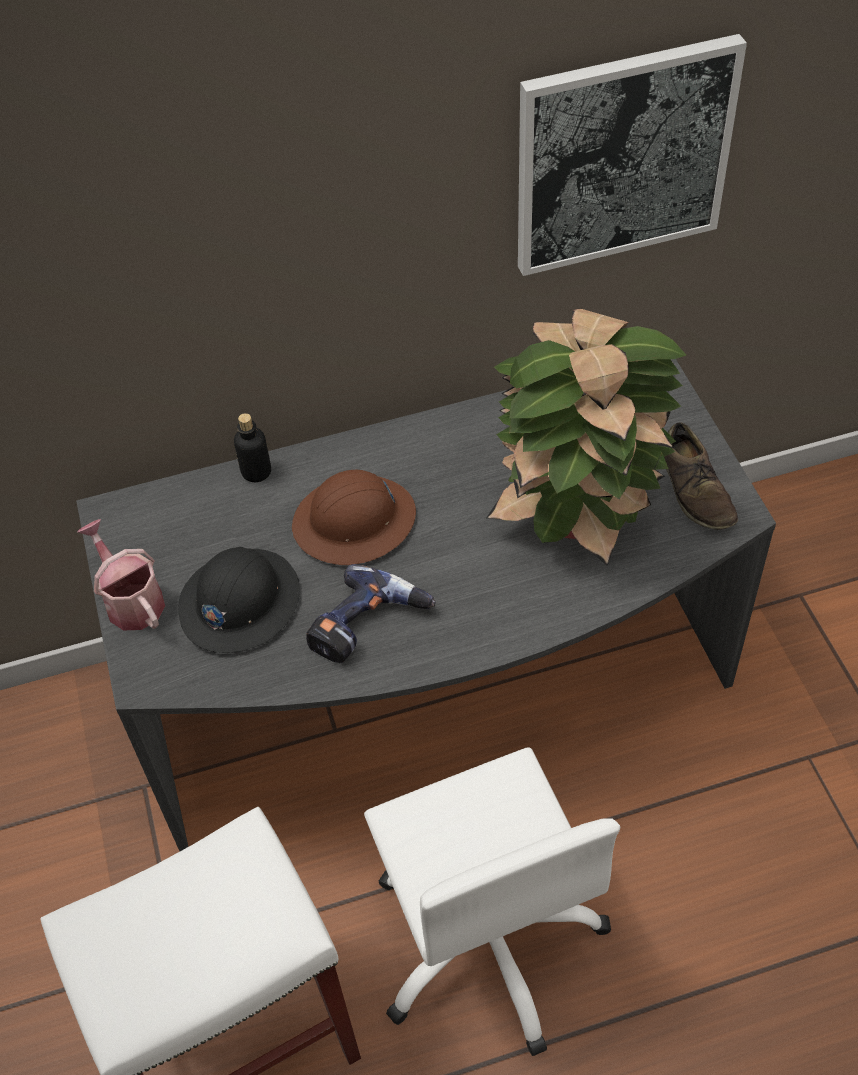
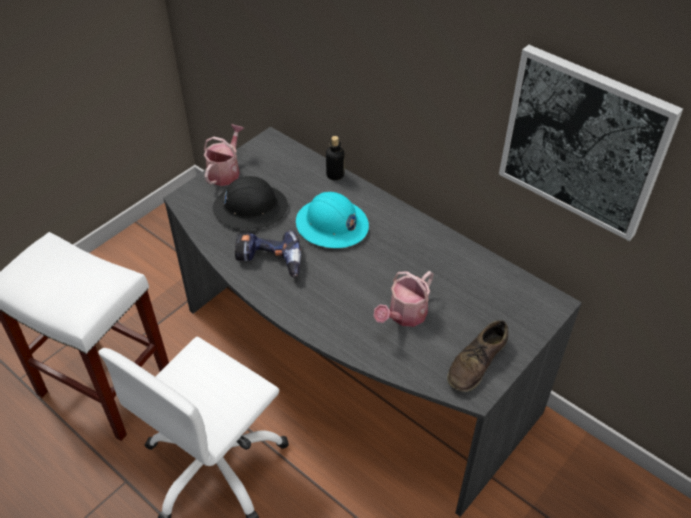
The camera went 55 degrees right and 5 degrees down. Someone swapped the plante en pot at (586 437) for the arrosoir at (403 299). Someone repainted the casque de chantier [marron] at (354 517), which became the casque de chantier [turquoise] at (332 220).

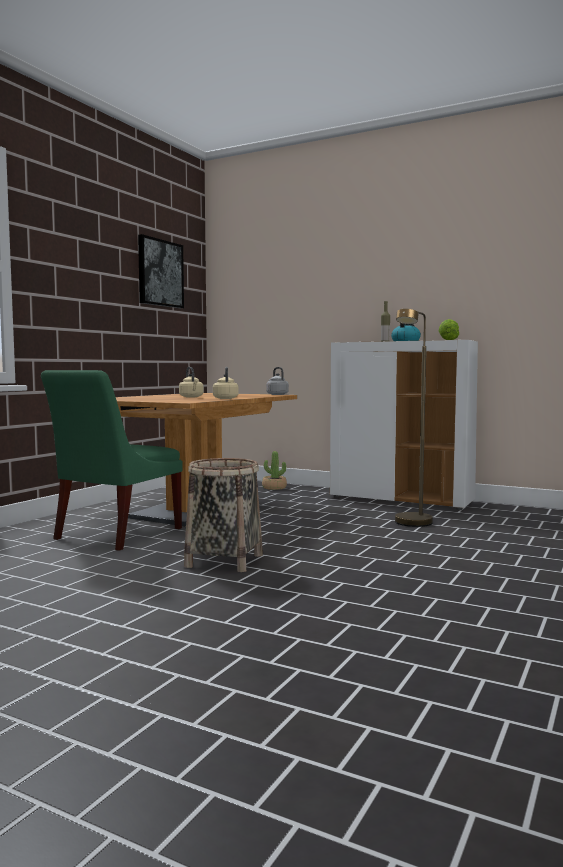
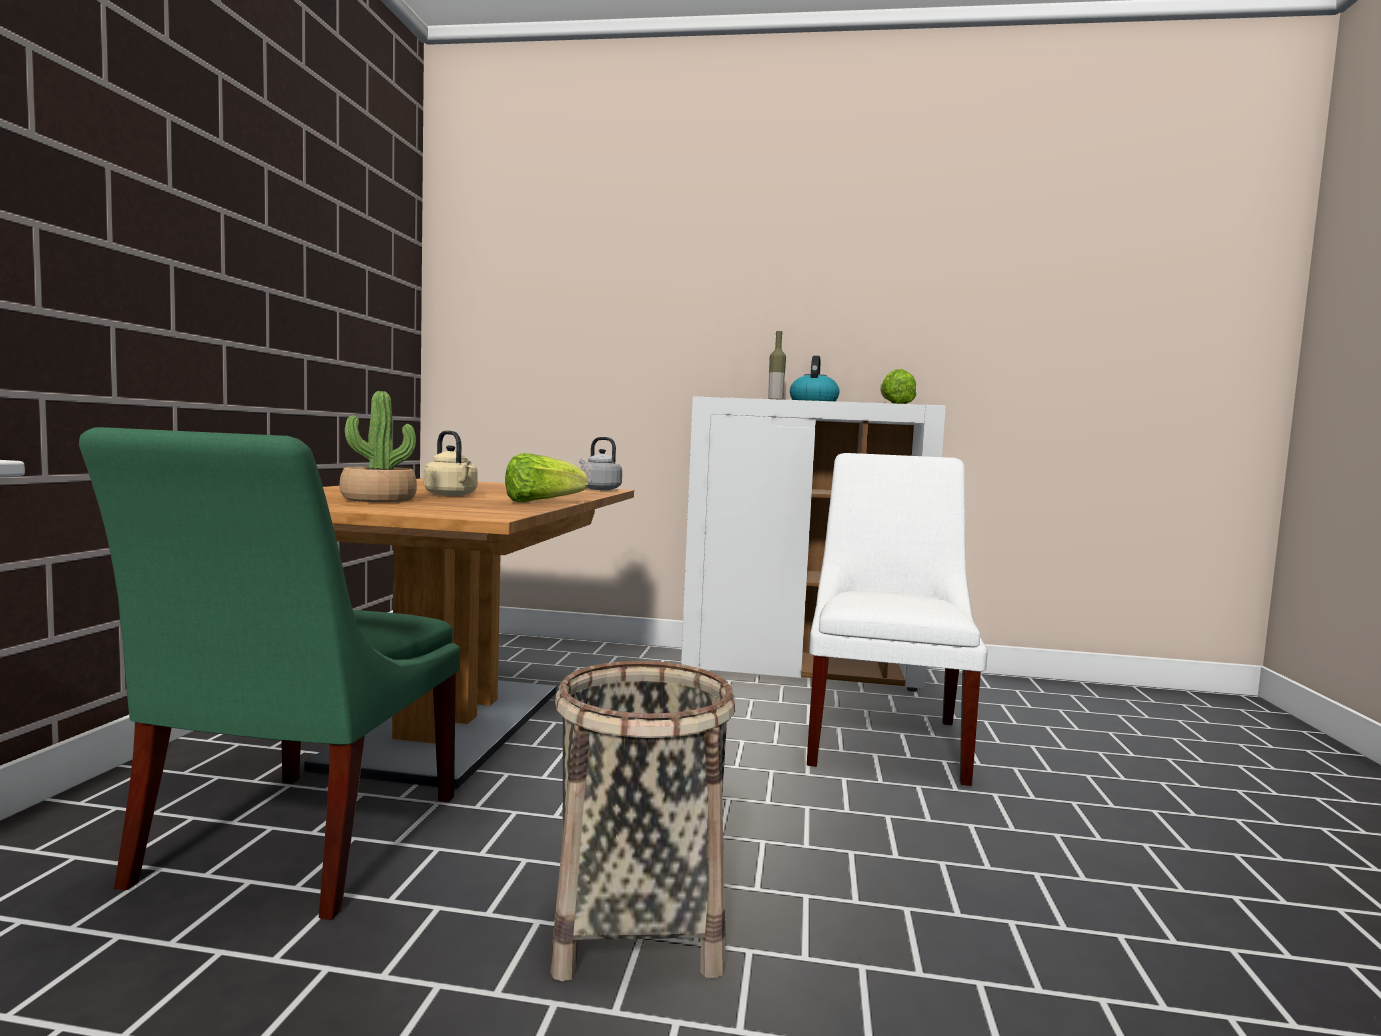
The camera went 20 degrees left and 0 degrees up. Someone took away the tableau at (161 271). Someone carried the plante en pot from (274 470) to (378 446). Someone swapped the bouilloire [beige] at (225 383) for the laitue at (546 478). Someone swapped the lampadaire [marron] at (414 418) for the chaise [blanc] at (897 619).

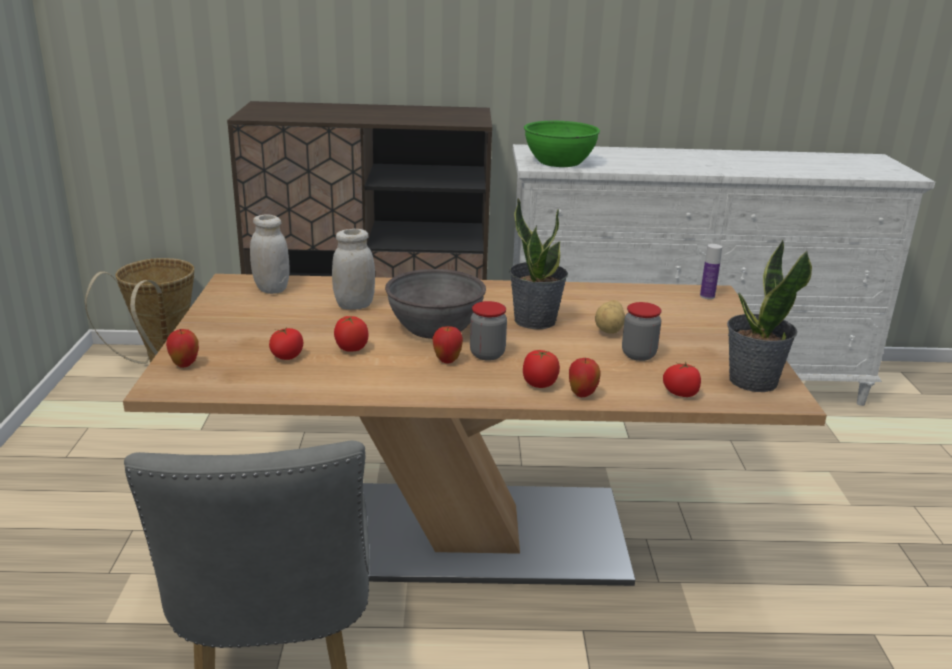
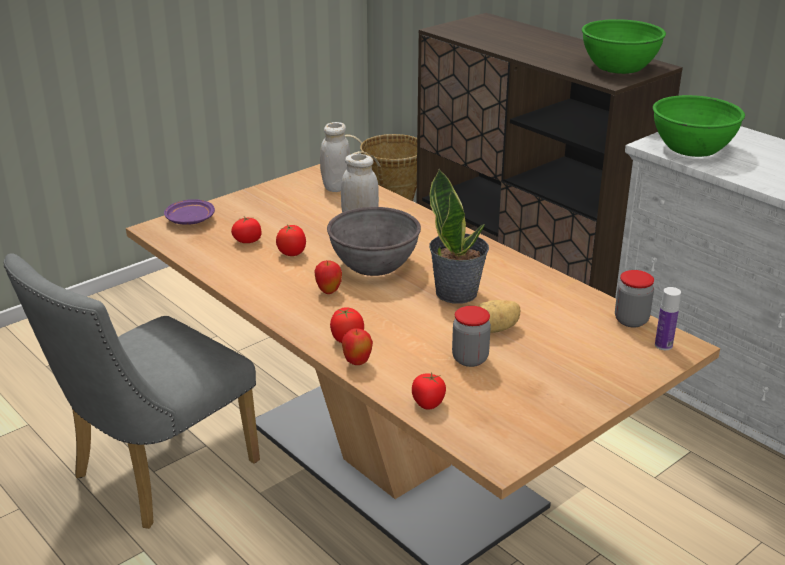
The camera went 50 degrees right and 5 degrees up. Someone took away the plante en pot at (769 315). Someone put down the bol [vert] at (624 46). Someone carried the bocal from (488 331) to (634 298). Someone swapped the pomme at (182 348) for the assiette [violet] at (189 212).

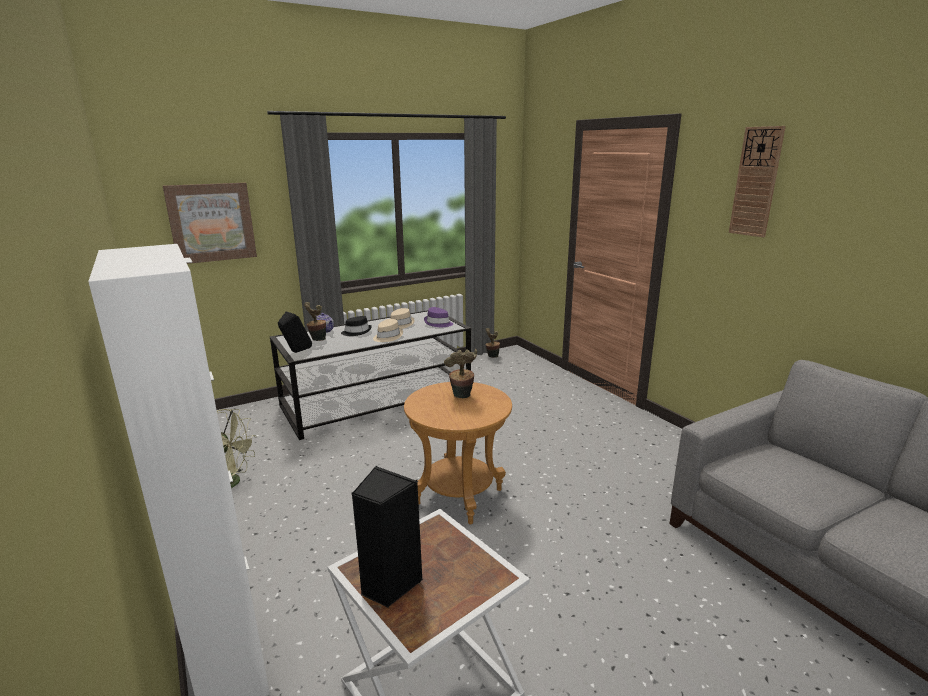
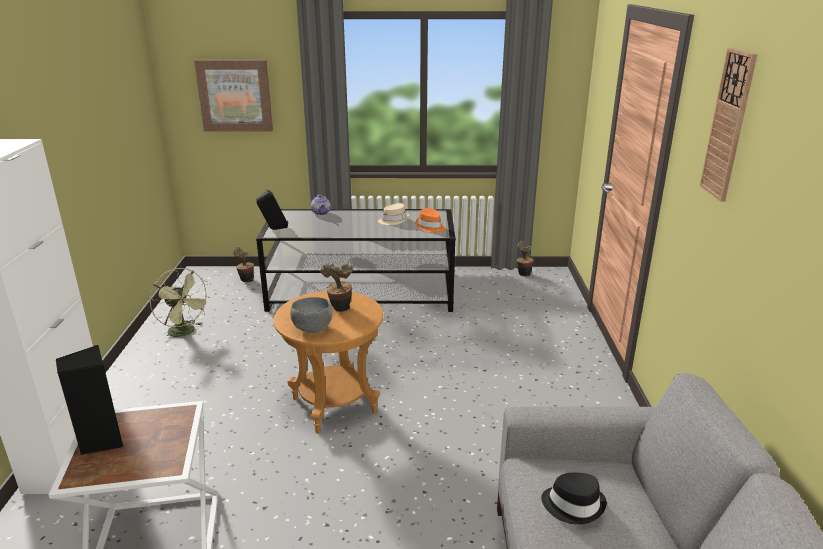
The camera went 30 degrees right and 5 degrees up. Someone took away the chapeau [beige] at (388 330). Someone put down the bol [gris] at (311 315). Someone carried the plante en pot from (315 321) to (243 265). Someone carried the chapeau [noir] from (356 326) to (574 498). Someone repainted the chapeau [violet] at (438 317), which became the chapeau [orange] at (430 220).

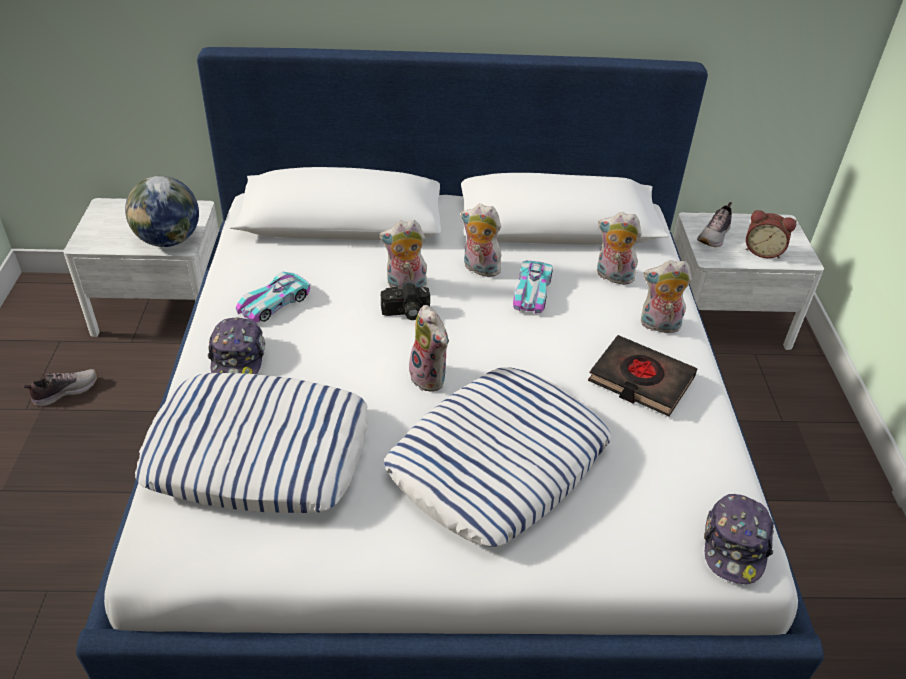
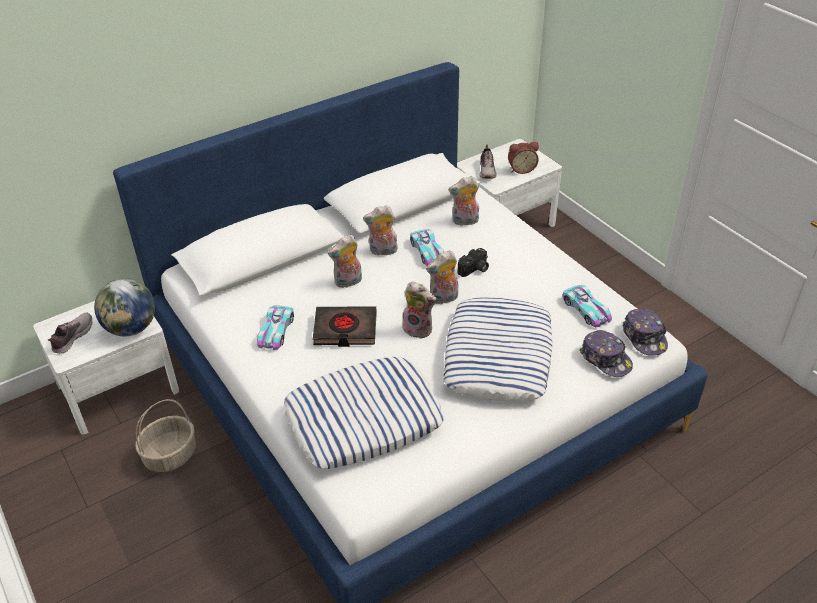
The camera went 30 degrees left and 0 degrees up. Someone put down the panier at (165 435). Someone put down the petite voiture at (587 306). Someone carried the chaussure from (60 388) to (70 333). Someone carried the casquette from (236 346) to (606 353). Someone carried the appareil photo from (405 302) to (473 262). Someone carried the livre [noir] from (643 375) to (345 326). Someone carried the peluche from (666 296) to (442 277).

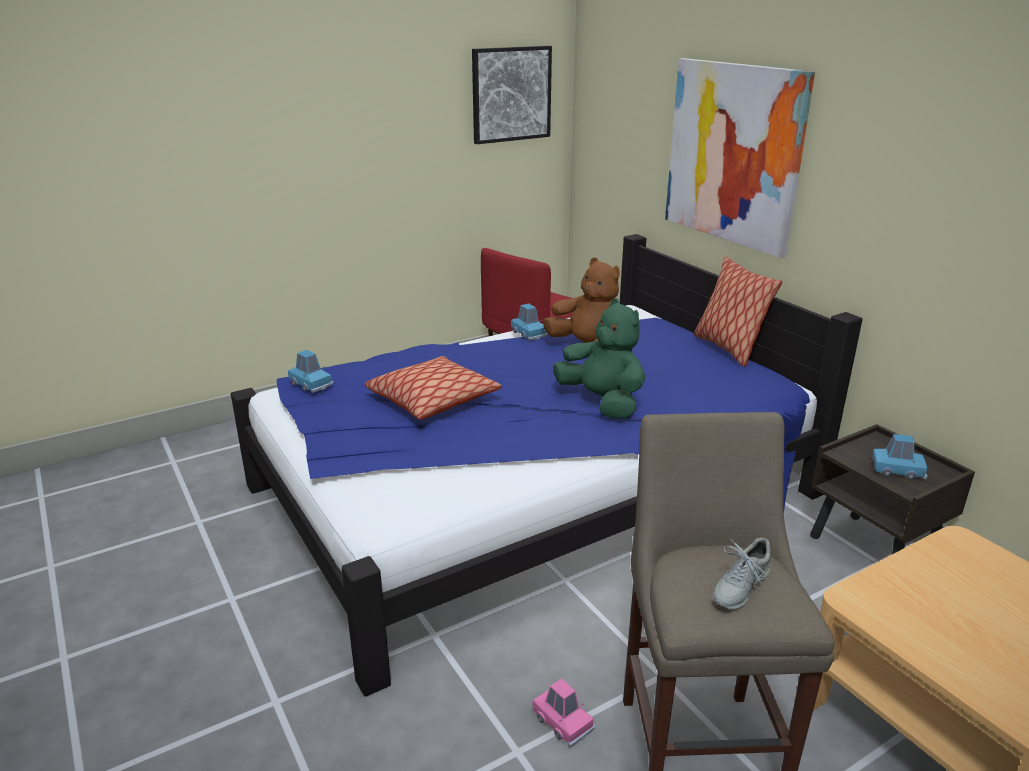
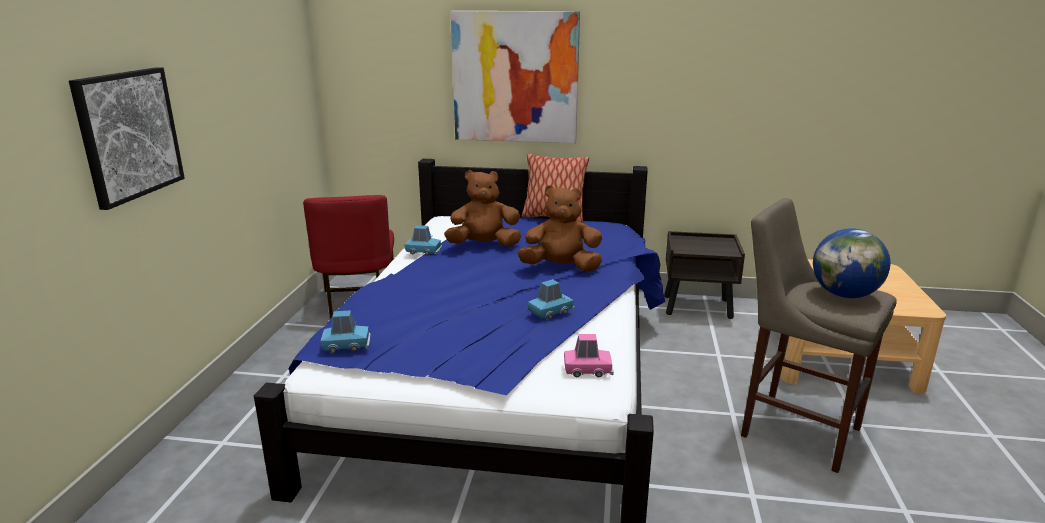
The camera went 50 degrees left and 5 degrees down. Someone took away the coussin at (433 388). Someone carried the tableau from (512 95) to (127 138). Someone carried the petite voiture [rose] from (564 713) to (589 355). Someone carried the petite voiture [bleu] from (900 456) to (551 299). Someone swapped the chaussure [gris] at (742 574) for the globe at (852 263). Someone repainted the peluche [vert] at (599 358), which became the peluche [marron] at (559 228).

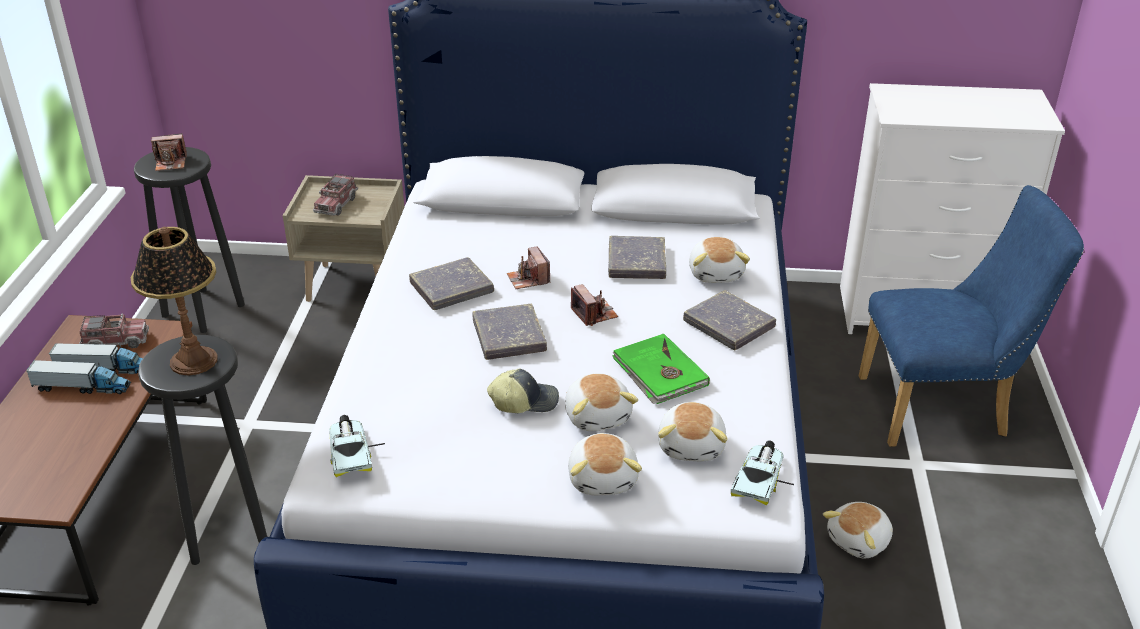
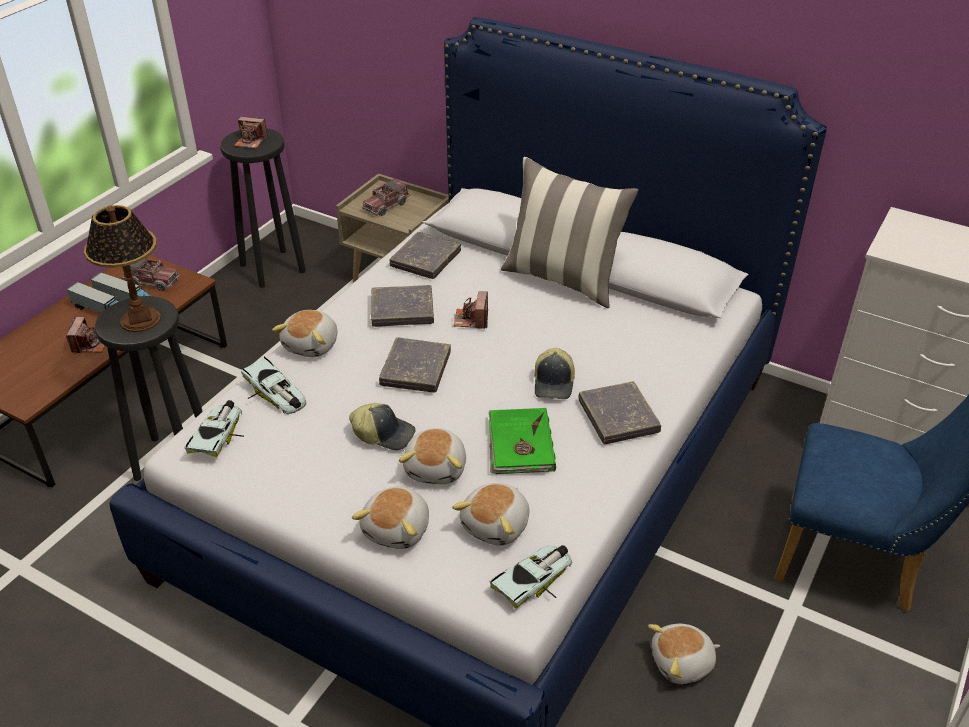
The camera went 25 degrees right and 5 degrees up. Someone put down the petite voiture at (273 385). Someone put down the coussin at (569 232). Someone put down the casquette at (554 373). Someone carried the appareil photo from (594 305) to (85 335). Someone carried the livre [gris] from (637 257) to (425 255). Someone carried the peluche from (719 260) to (304 333).

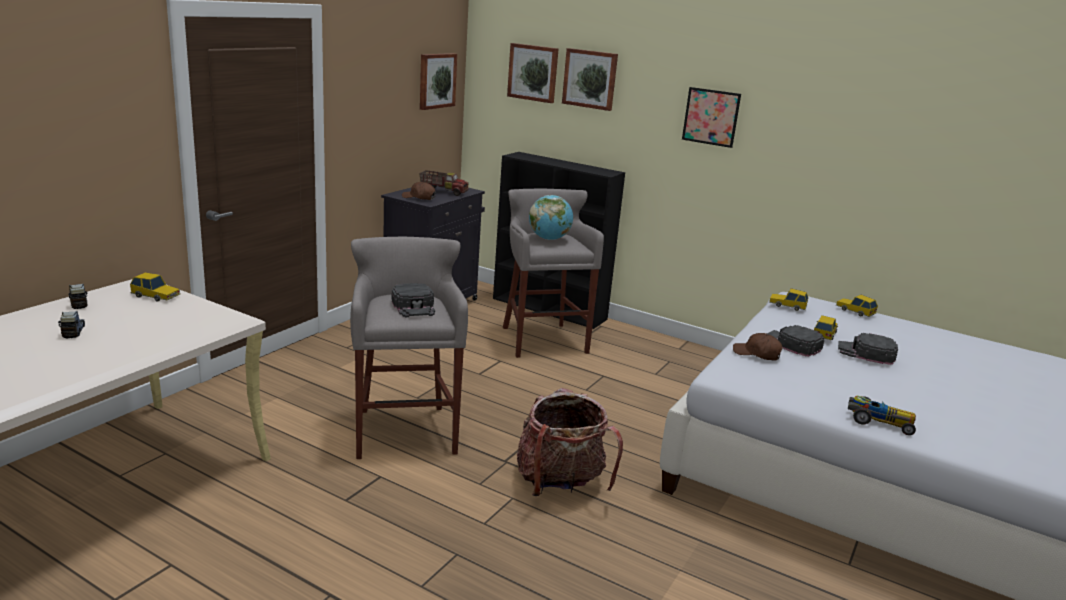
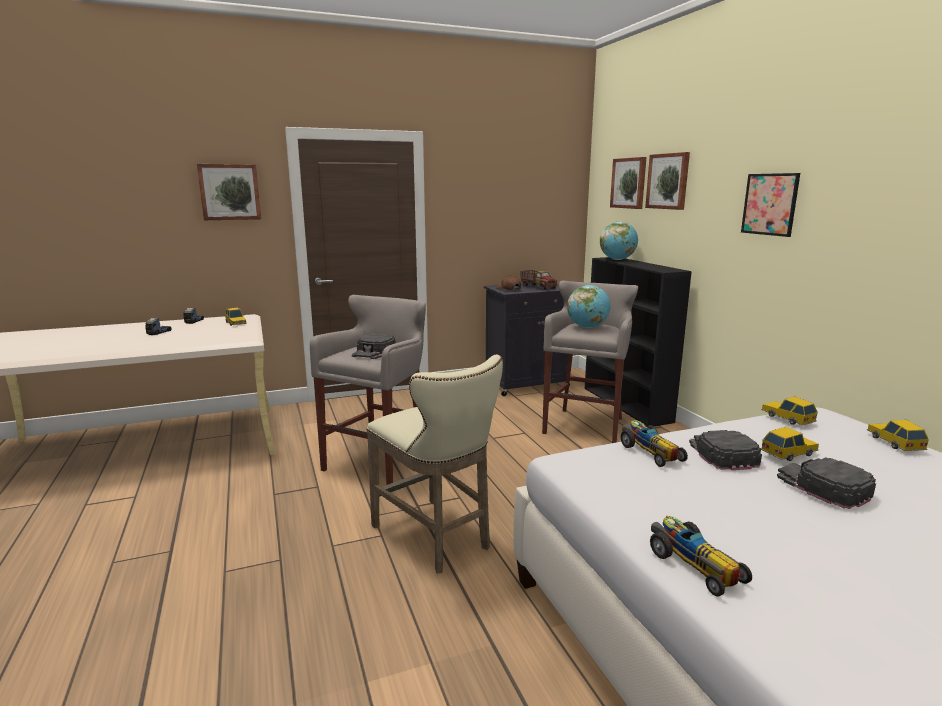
The camera went 40 degrees right and 5 degrees down. Someone put down the globe at (619 240). Someone carried the tableau from (438 81) to (229 192). Someone swapped the sac à dos at (570 442) for the tabouret [beige] at (434 464). Someone swapped the casquette [marron] at (758 347) for the petite voiture at (654 443).

